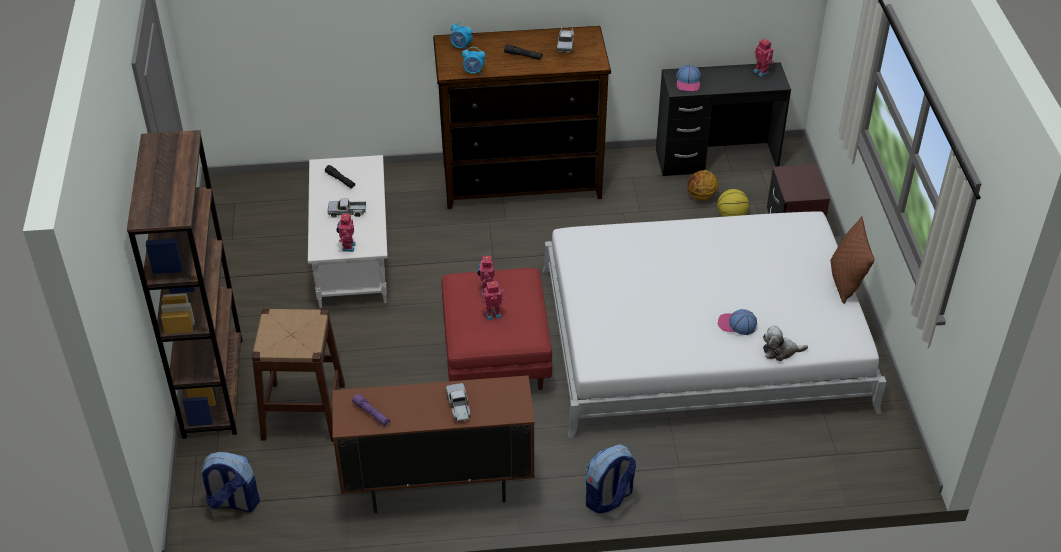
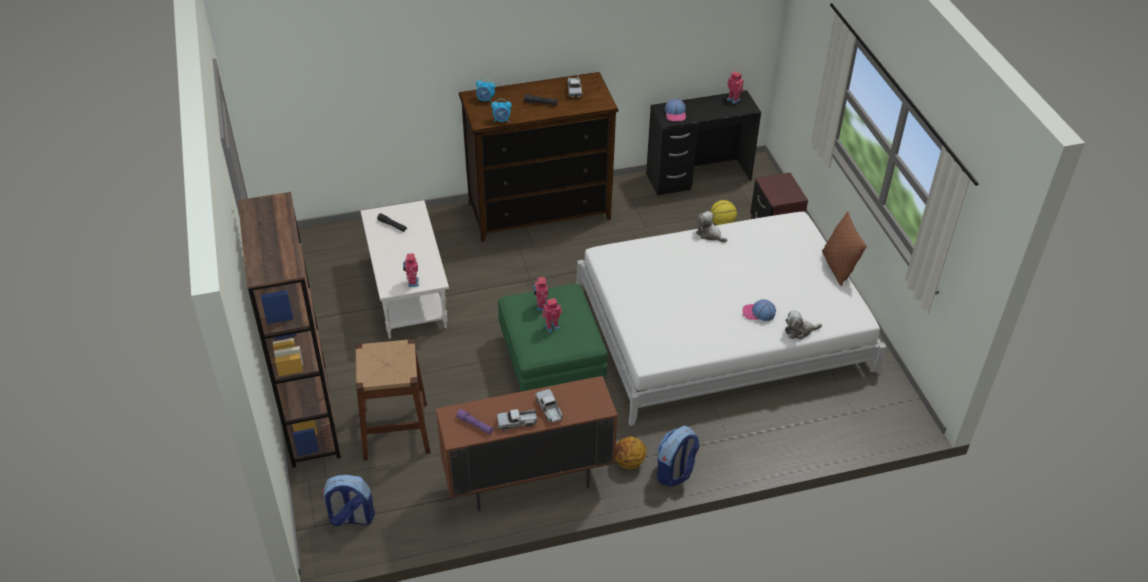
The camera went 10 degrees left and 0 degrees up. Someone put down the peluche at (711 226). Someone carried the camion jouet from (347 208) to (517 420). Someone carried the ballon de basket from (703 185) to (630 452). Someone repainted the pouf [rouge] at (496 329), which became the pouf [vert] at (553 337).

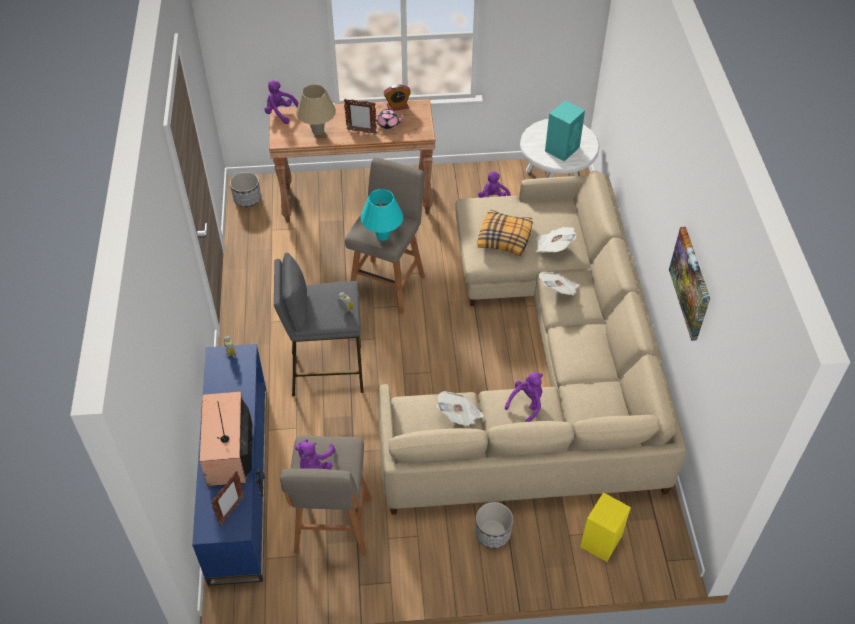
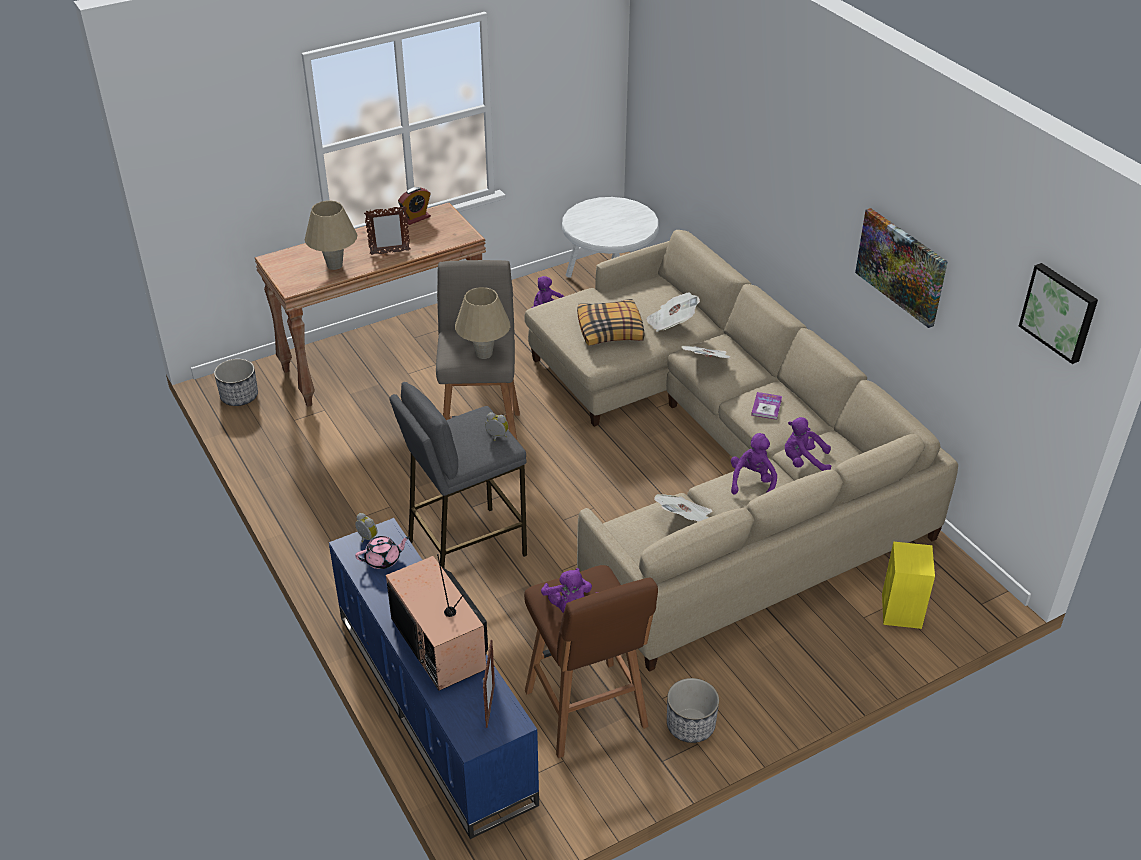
The camera went 25 degrees left and 10 degrees down. Someone took away the enceinte [turquoise] at (565 131). Someone put down the livre at (766 406). Someone put up the tableau at (1058 313). Someone carried the peluche [violet] from (282 102) to (808 444). Someone carried the théière [rose] from (390 119) to (382 552). Someone carried the cache-pot from (494 525) to (693 710). Someone repainted the tabouret [gris] at (325 495), which became the tabouret [marron] at (591 661). Someone repainted the lampe de table [turquoise] at (382 215), which became the lampe de table [beige] at (482 323).

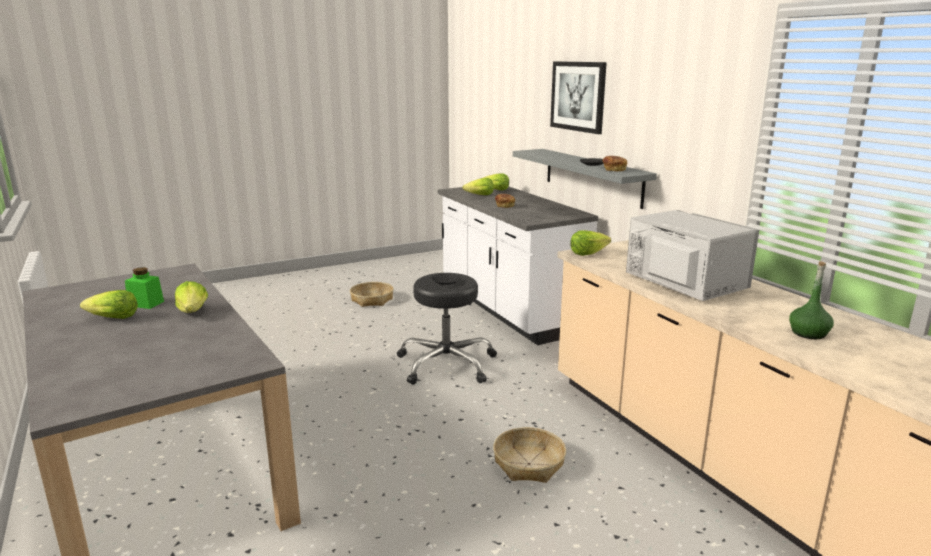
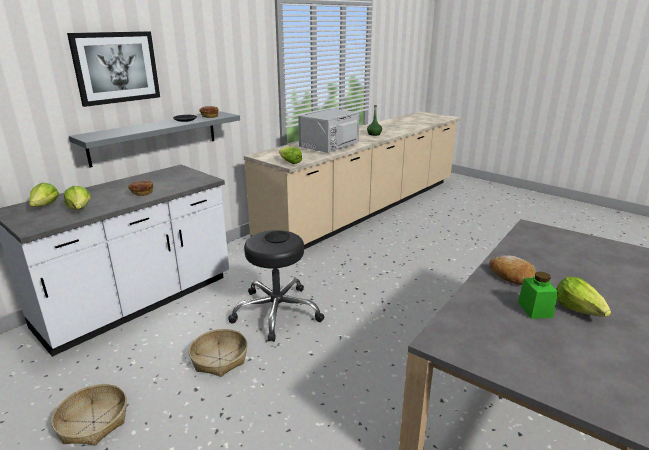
The camera went 110 degrees left and 5 degrees up. Someone carried the panier from (529 455) to (218 353). Someone swapped the laitue at (191 297) for the pain at (513 270).

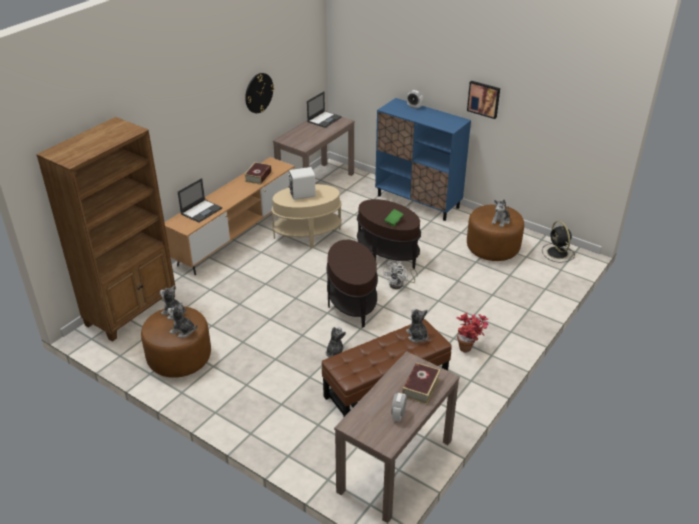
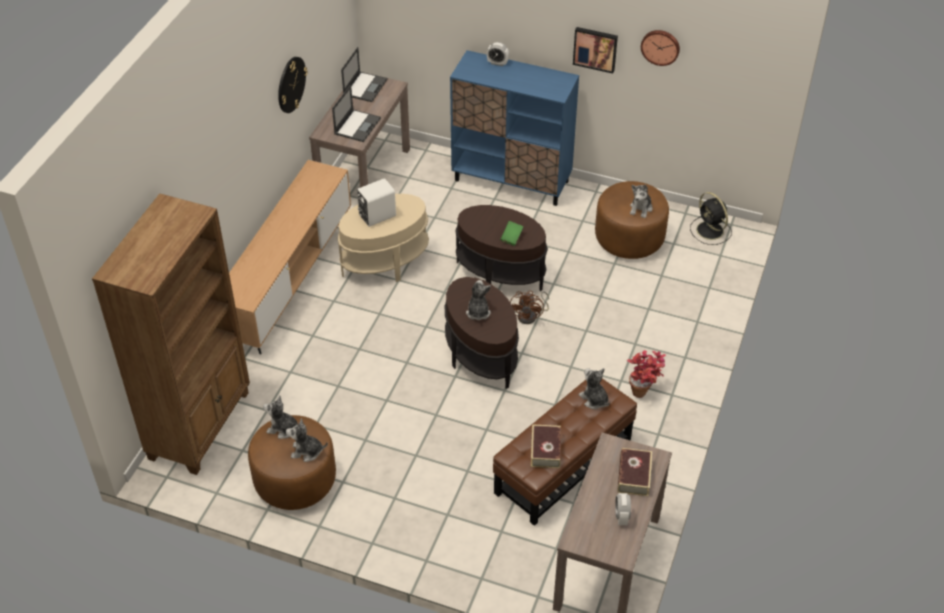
The camera went 15 degrees left and 10 degrees up. Someone put up the horloge murale at (660 48). Someone carried the ordinateur portable from (200 200) to (356 113). Someone carried the livre from (257 173) to (546 446). Someone carried the peluche from (336 342) to (478 300). Someone repainted the ventilateur [blanc] at (400 275), which became the ventilateur [marron] at (529 307).

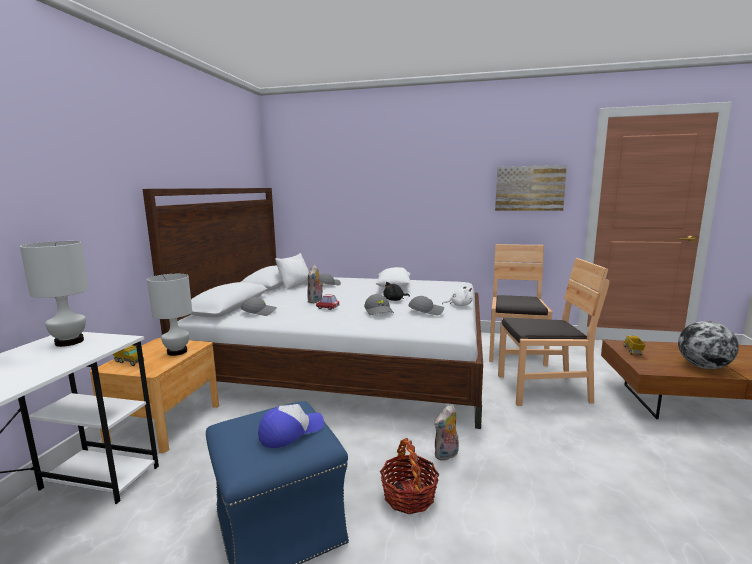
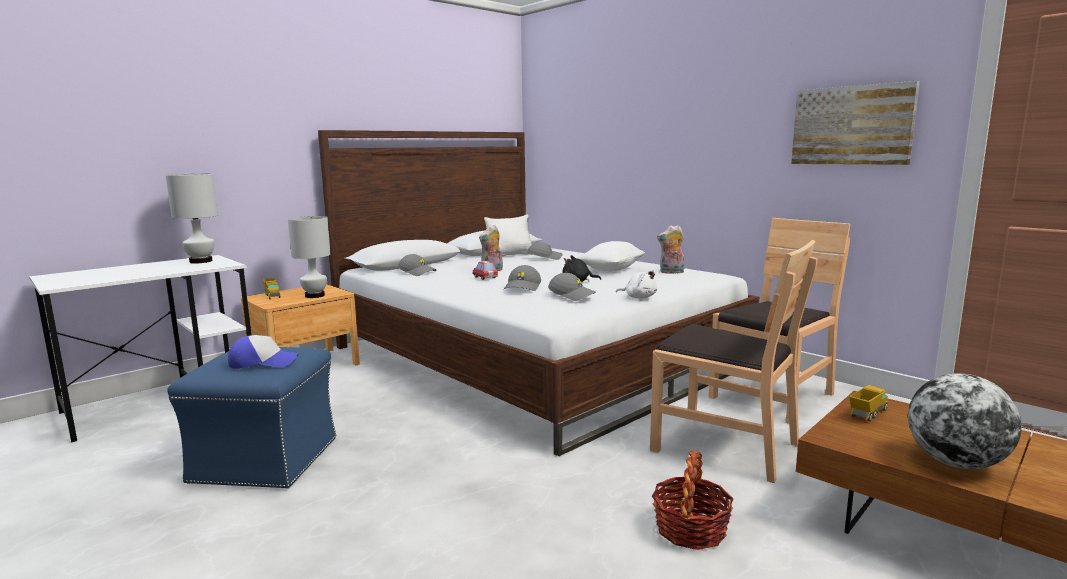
The camera went 35 degrees right and 0 degrees up. Someone carried the panier from (409 476) to (693 500). Someone carried the peluche from (446 433) to (670 249).

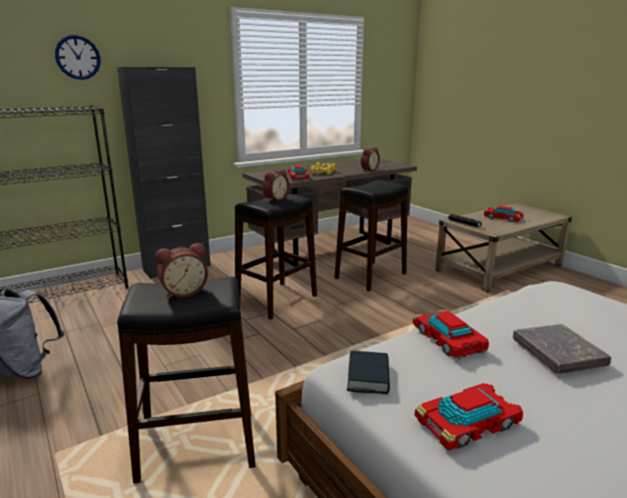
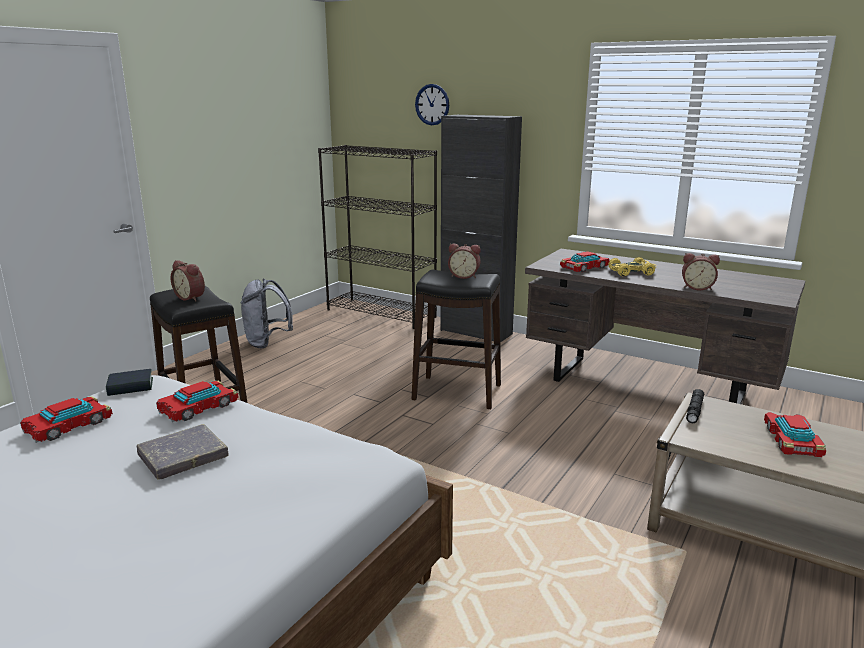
The camera went 65 degrees right and 0 degrees up. Someone took away the tabouret [noir] at (371 235). Someone rotated the petite voiture at (469 417) by 90 degrees clockwise.

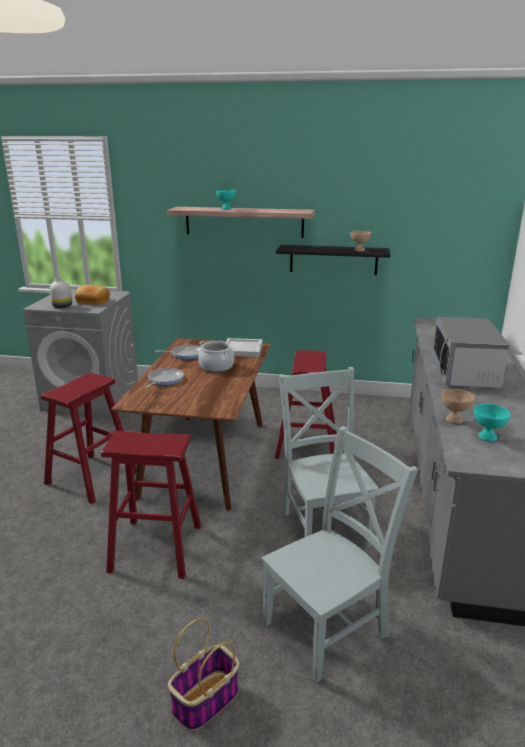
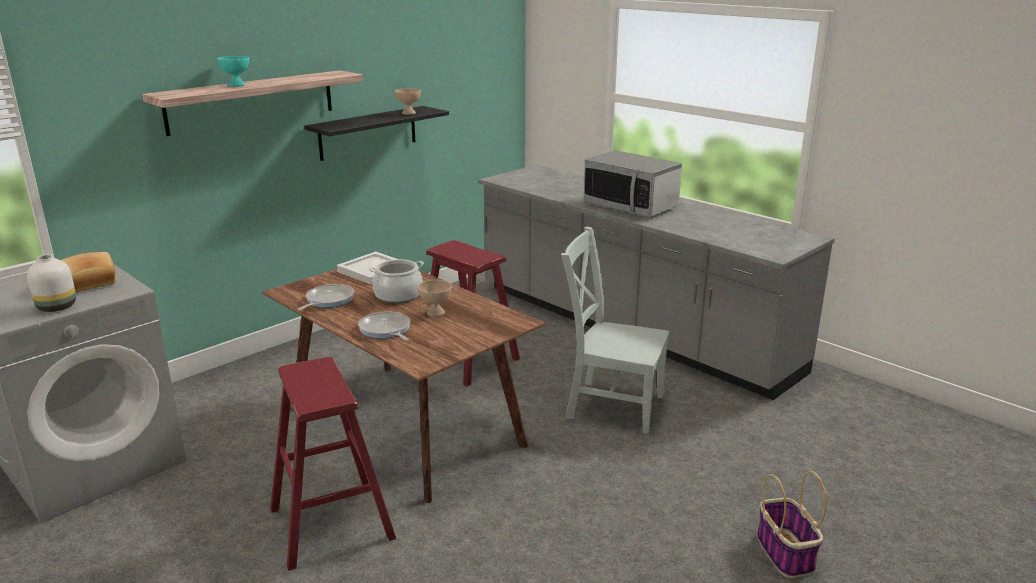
The camera went 55 degrees left and 0 degrees up. Someone took away the tabouret [rouge] at (151 505). Someone took away the chaise [gris] at (340 554). Someone took away the bol [turquoise] at (492 422). Someone carried the bol [beige] from (458 406) to (434 298).

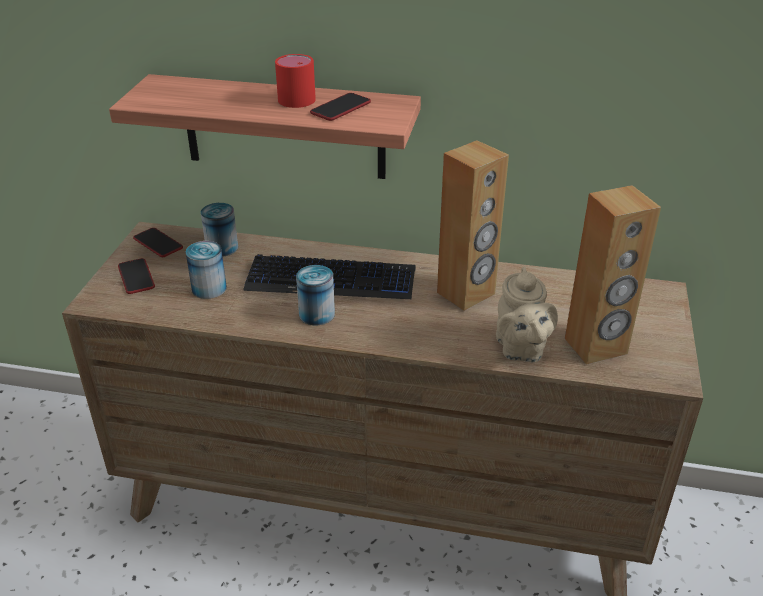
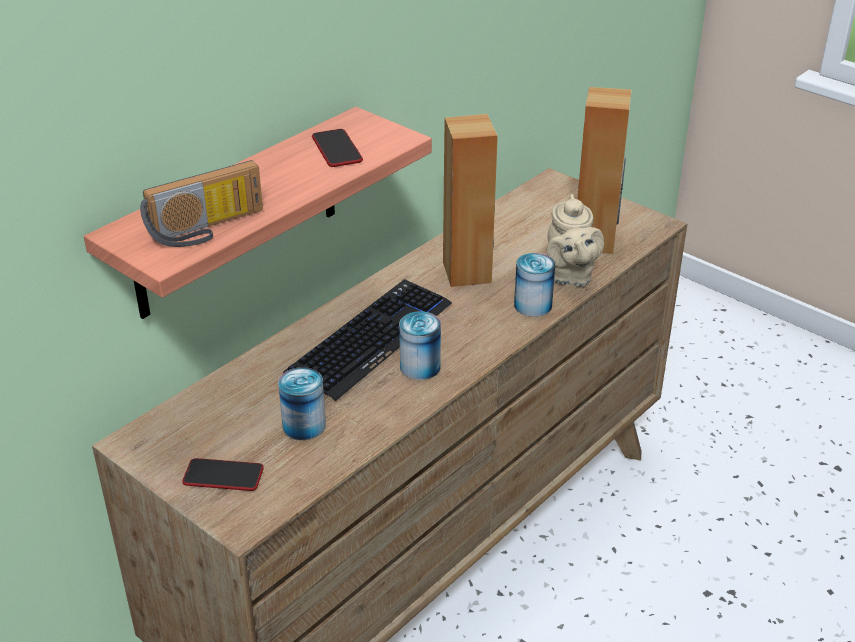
The camera went 60 degrees left and 0 degrees up. Someone took away the téléphone at (158 242). Someone took away the mug [rouge] at (295 81). Someone put down the radio at (201 203). Someone carried the boîte métallique from (219 229) to (534 285). Someone rotated the théière [beige] at (527 314) by 60 degrees clockwise.

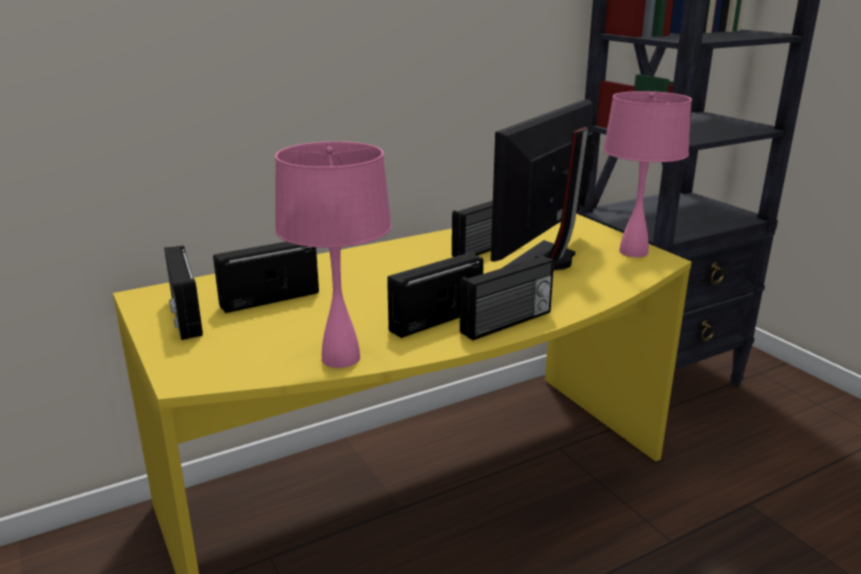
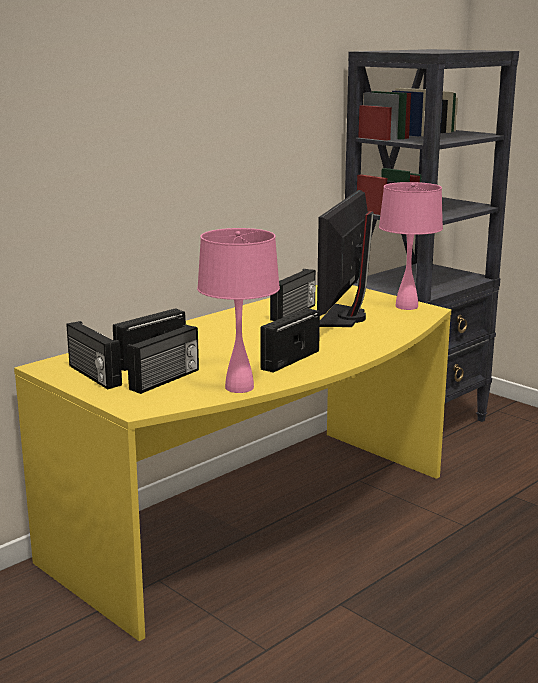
The camera went 15 degrees left and 5 degrees down. Someone carried the radio from (507 297) to (163 359).

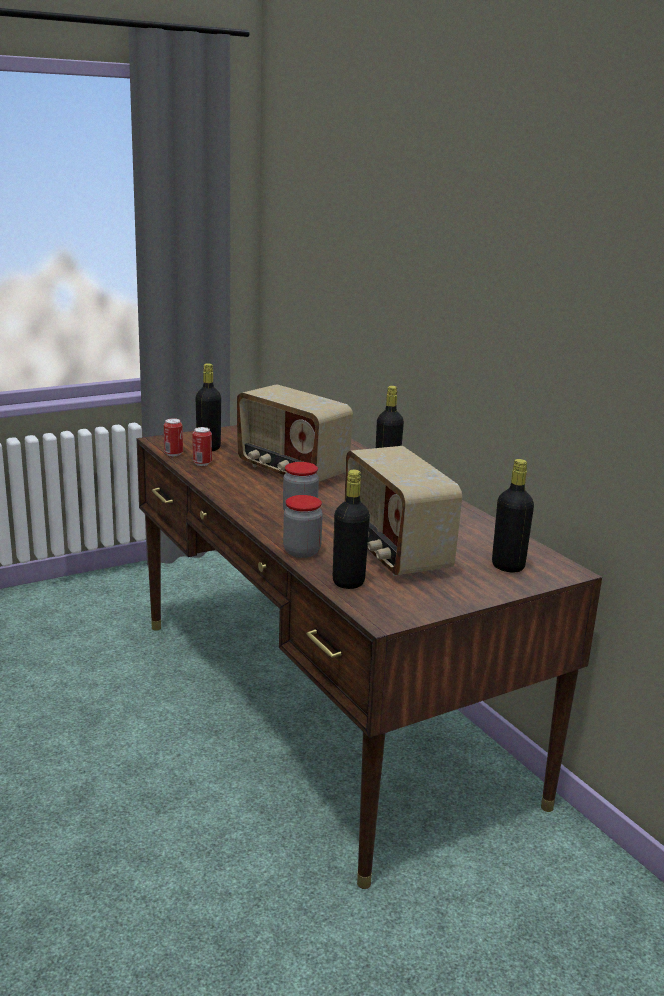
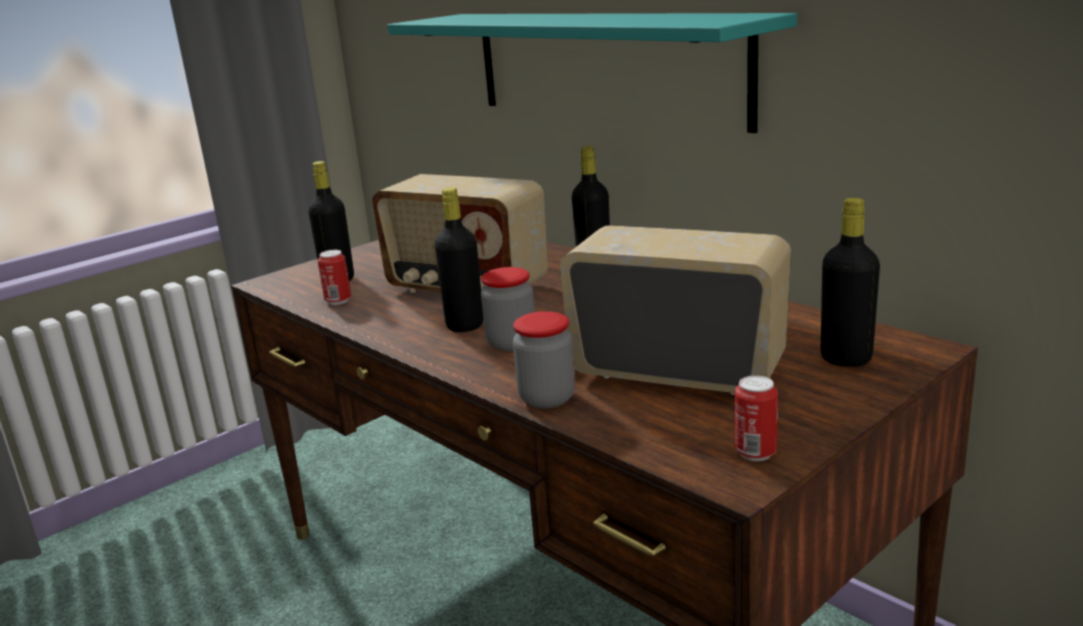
The camera went 10 degrees left and 0 degrees up. Someone put up the étagère [turquoise] at (592 73). Someone carried the boîte métallique from (173 437) to (756 418). Someone carried the bouteille [noir] from (351 529) to (458 259). Someone rotated the radio at (403 511) by 150 degrees clockwise.

